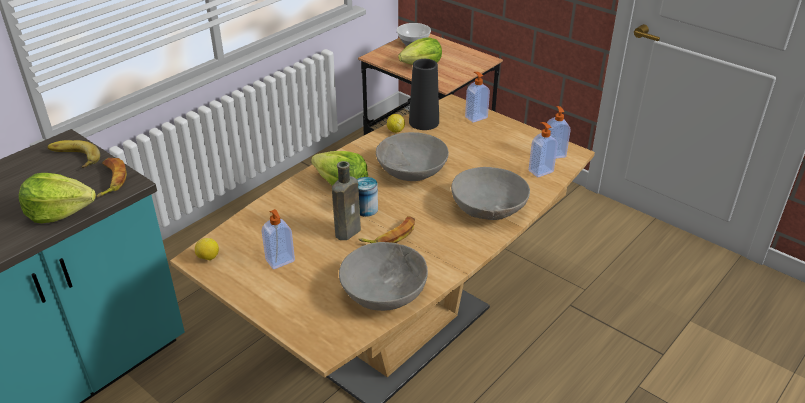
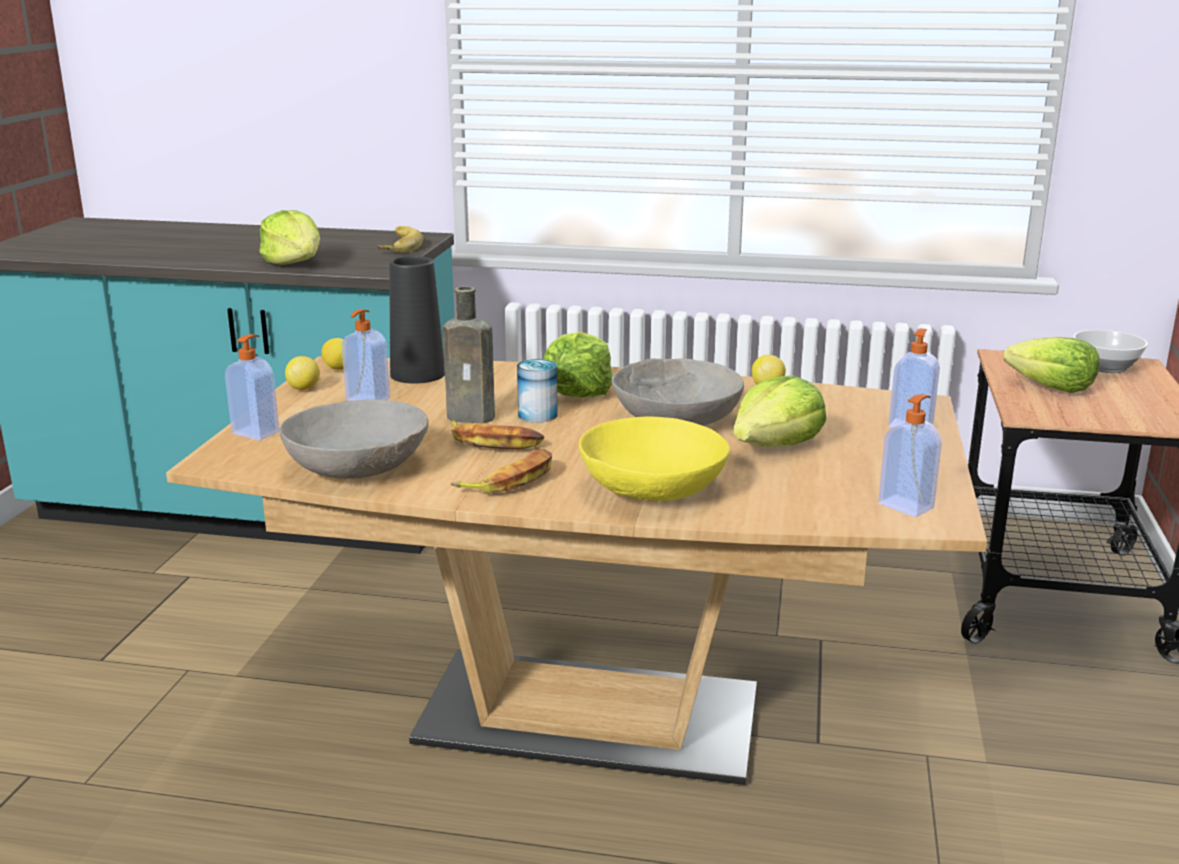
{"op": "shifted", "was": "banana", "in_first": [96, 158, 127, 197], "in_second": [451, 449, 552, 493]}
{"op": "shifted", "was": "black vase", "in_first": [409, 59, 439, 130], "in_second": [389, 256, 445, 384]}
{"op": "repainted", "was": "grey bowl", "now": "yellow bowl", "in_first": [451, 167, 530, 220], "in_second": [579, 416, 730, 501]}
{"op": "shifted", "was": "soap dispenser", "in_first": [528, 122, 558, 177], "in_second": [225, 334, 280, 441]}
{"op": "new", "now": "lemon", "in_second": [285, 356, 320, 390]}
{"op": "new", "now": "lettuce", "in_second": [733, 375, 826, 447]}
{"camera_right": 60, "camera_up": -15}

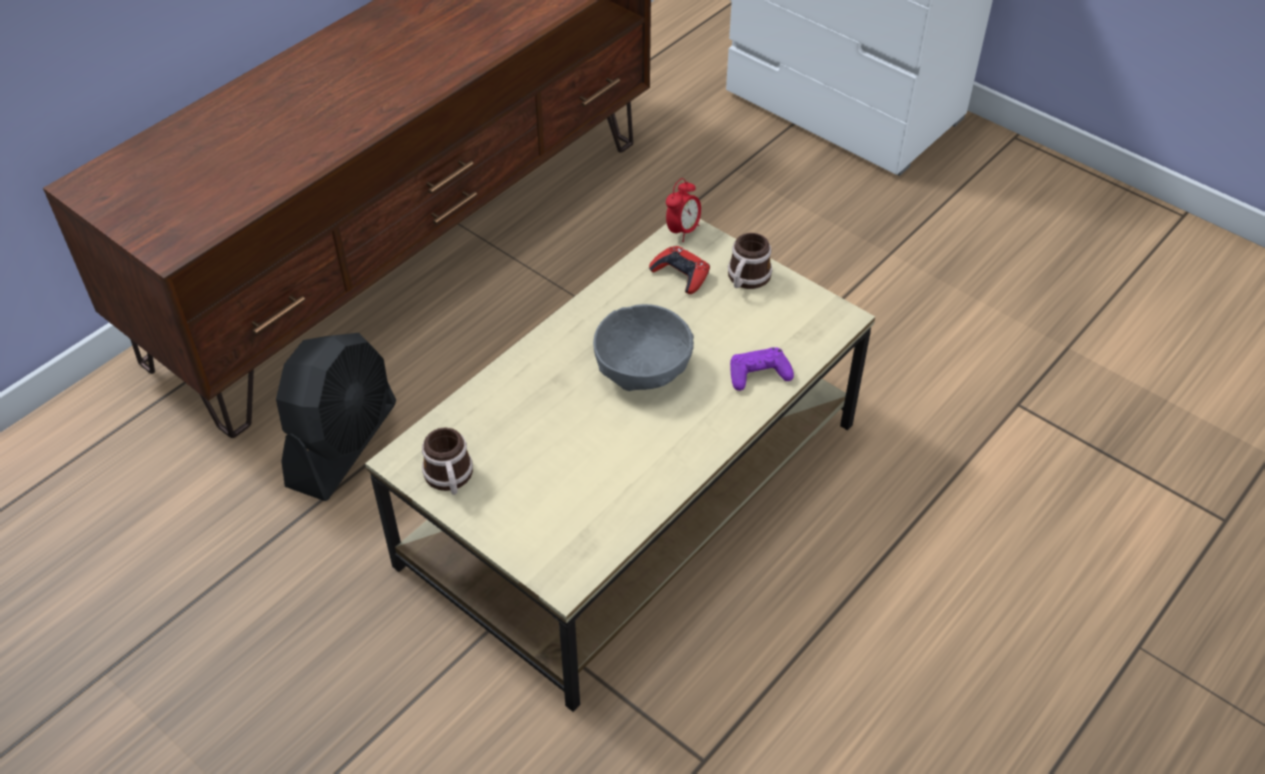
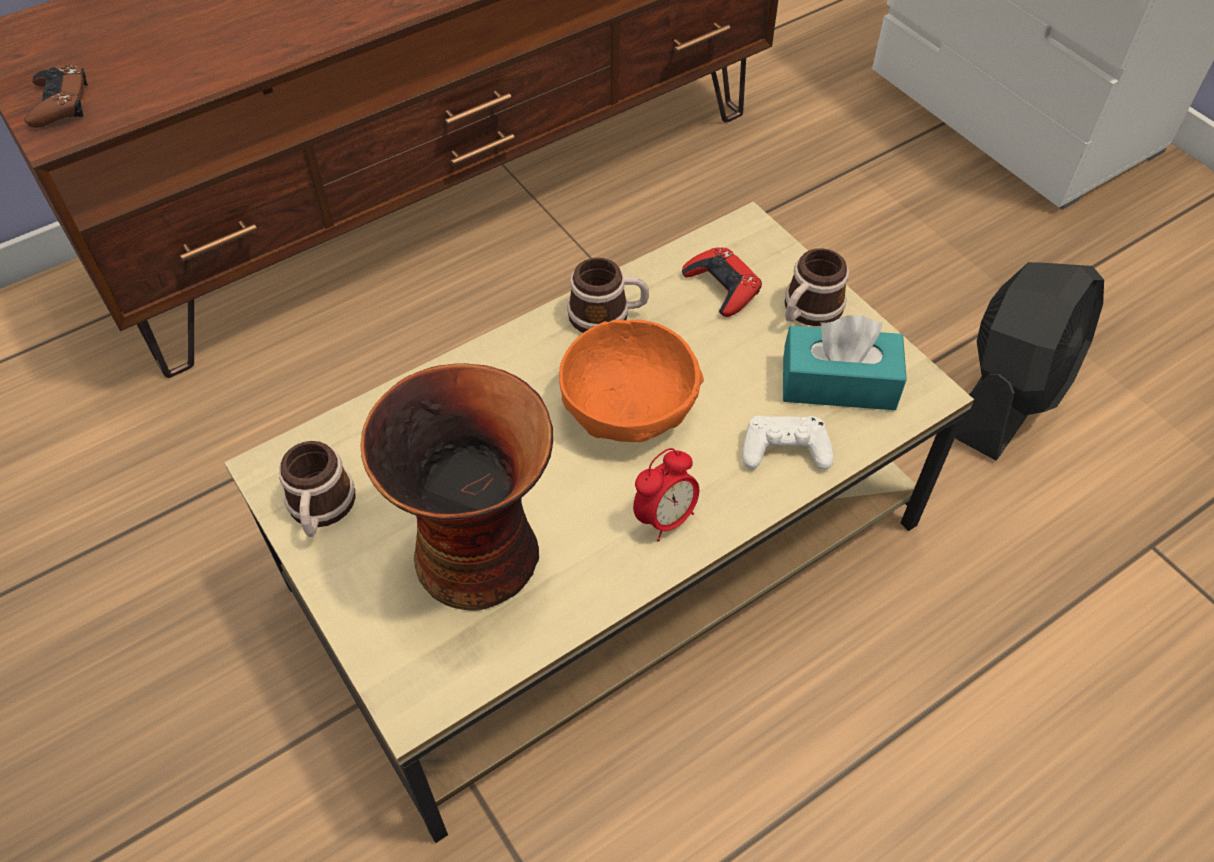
{"op": "shifted", "was": "black fan", "in_first": [276, 333, 396, 501], "in_second": [955, 262, 1104, 461]}
{"op": "repainted", "was": "grey bowl", "now": "orange bowl", "in_first": [593, 304, 694, 391], "in_second": [559, 319, 704, 442]}
{"op": "shifted", "was": "alarm clock", "in_first": [666, 178, 701, 242], "in_second": [633, 448, 699, 542]}
{"op": "repainted", "was": "purple game controller", "now": "white game controller", "in_first": [730, 347, 794, 391], "in_second": [742, 416, 833, 470]}
{"op": "new", "now": "brown game controller", "in_second": [24, 63, 88, 128]}
{"op": "new", "now": "vase", "in_second": [360, 363, 553, 610]}
{"op": "new", "now": "mug", "in_second": [567, 257, 649, 333]}
{"op": "new", "now": "turquoise tissue box", "in_second": [783, 315, 907, 410]}
{"camera_right": 15, "camera_up": 5}

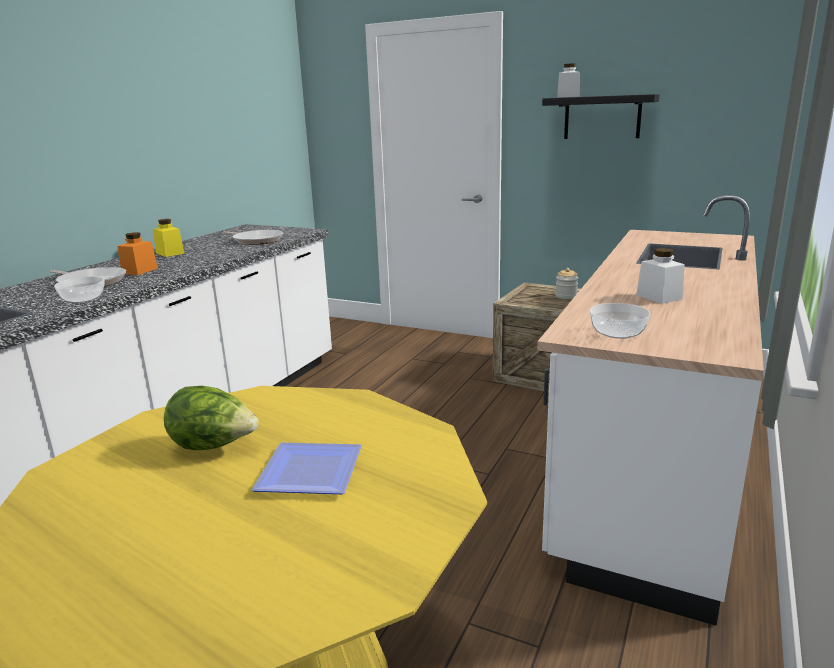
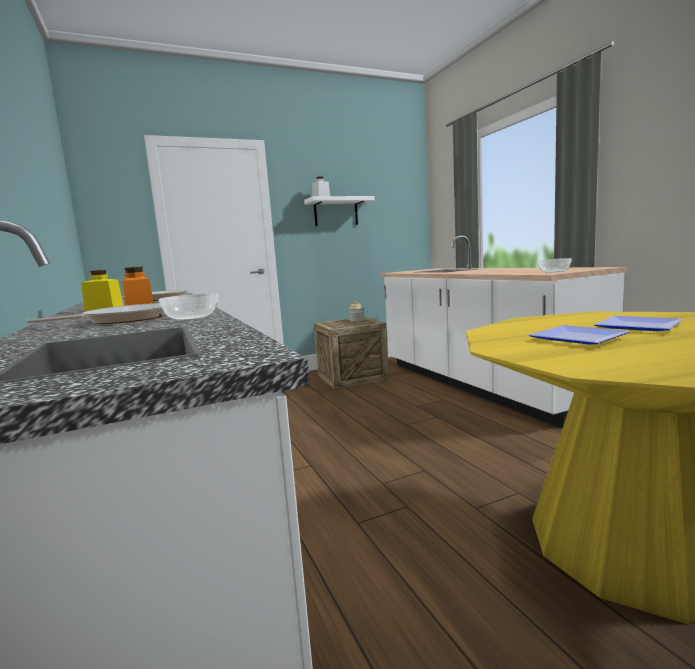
{"op": "swapped", "was": "lettuce", "now": "plate", "in_first": [164, 386, 259, 450], "in_second": [529, 325, 630, 345]}
{"op": "repainted", "was": "black shelf", "now": "white shelf", "in_first": [542, 94, 659, 139], "in_second": [304, 196, 375, 226]}
{"op": "gone", "was": "white jar", "in_first": [637, 248, 685, 304]}
{"camera_right": -50, "camera_up": -10}

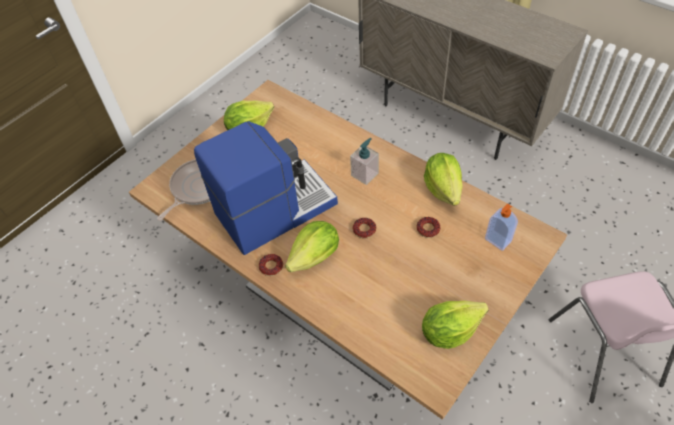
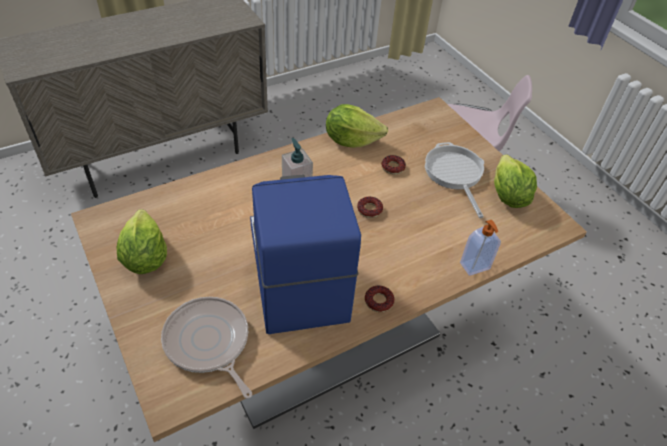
{"op": "gone", "was": "lettuce", "in_first": [285, 221, 339, 272]}
{"op": "shifted", "was": "soap dispenser", "in_first": [485, 203, 518, 251], "in_second": [460, 220, 501, 276]}
{"op": "new", "now": "frying pan", "in_second": [425, 142, 484, 218]}
{"camera_right": -75, "camera_up": -5}

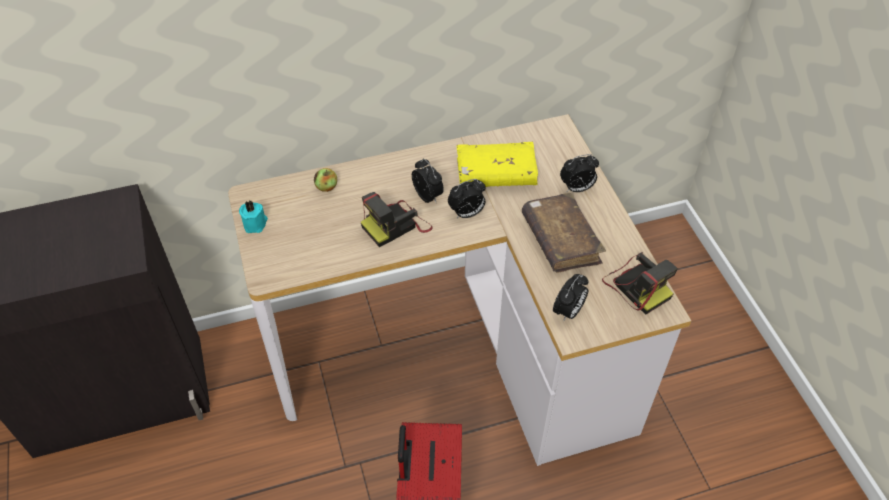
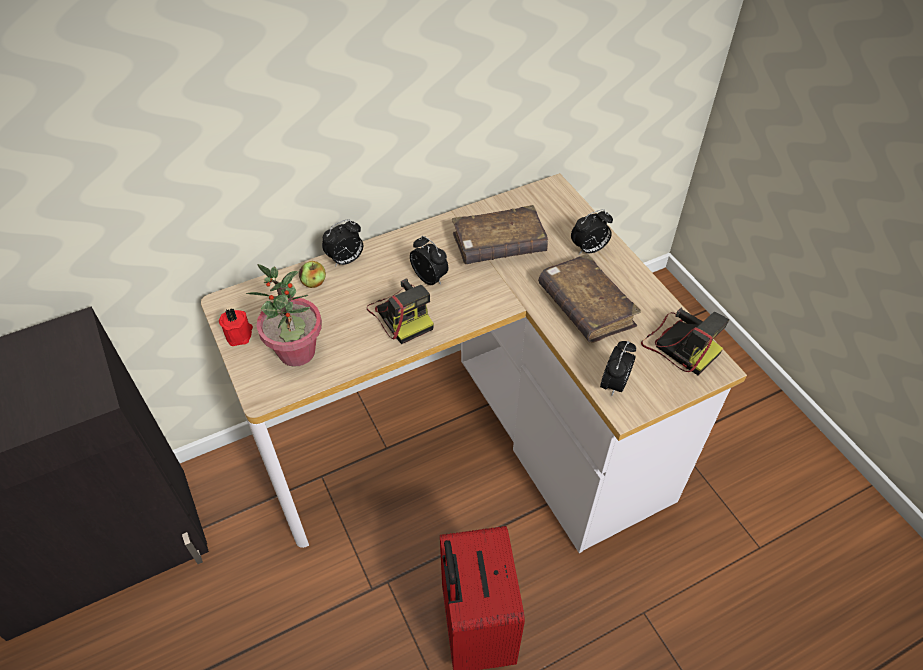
{"op": "repainted", "was": "turquoise candle", "now": "red candle", "in_first": [239, 200, 268, 233], "in_second": [219, 309, 253, 346]}
{"op": "rotated", "was": "photo camera", "in_first": [361, 192, 433, 247], "in_second": [367, 278, 434, 344], "clockwise": -75}
{"op": "shifted", "was": "alarm clock", "in_first": [448, 179, 486, 219], "in_second": [322, 219, 363, 267]}
{"op": "repainted", "was": "yellow book", "now": "brown book", "in_first": [457, 142, 538, 187], "in_second": [452, 205, 548, 264]}
{"op": "new", "now": "potted plant", "in_second": [246, 264, 322, 367]}
{"camera_right": -10, "camera_up": 0}

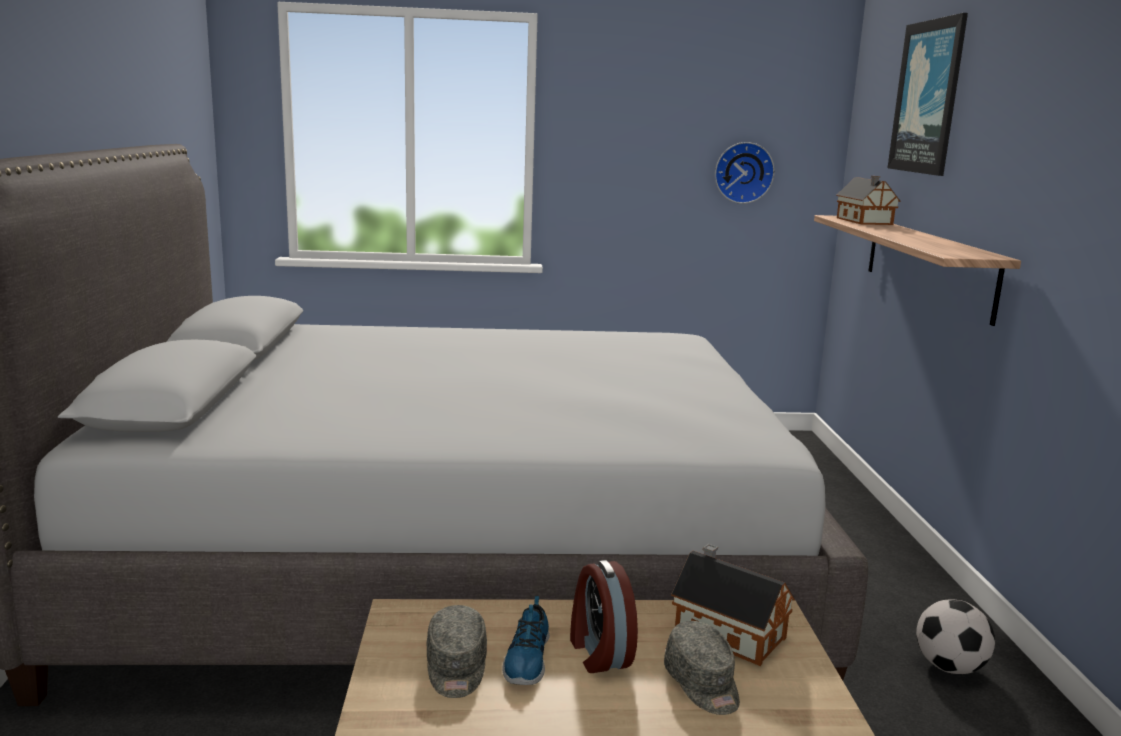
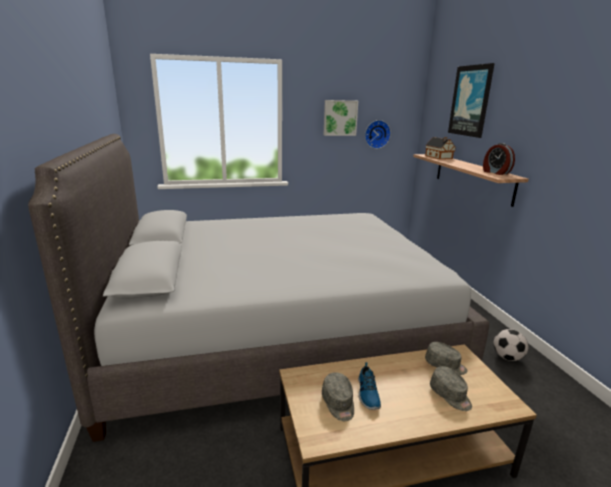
{"op": "shifted", "was": "alarm clock", "in_first": [570, 560, 638, 673], "in_second": [483, 143, 515, 175]}
{"op": "swapped", "was": "toy house", "now": "grey cap", "in_first": [671, 544, 795, 666], "in_second": [425, 342, 468, 375]}
{"op": "new", "now": "picture", "in_second": [324, 100, 358, 136]}
{"camera_right": -10, "camera_up": 5}

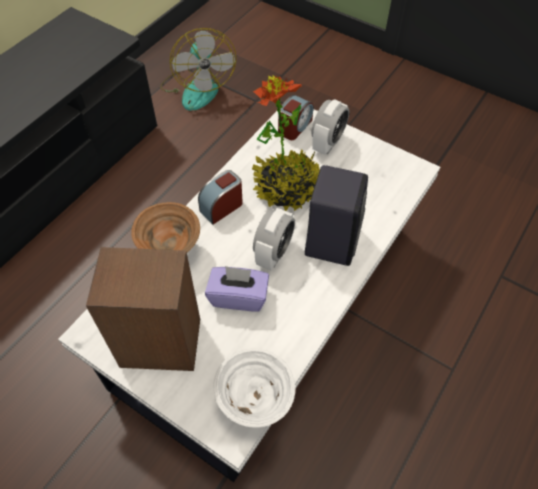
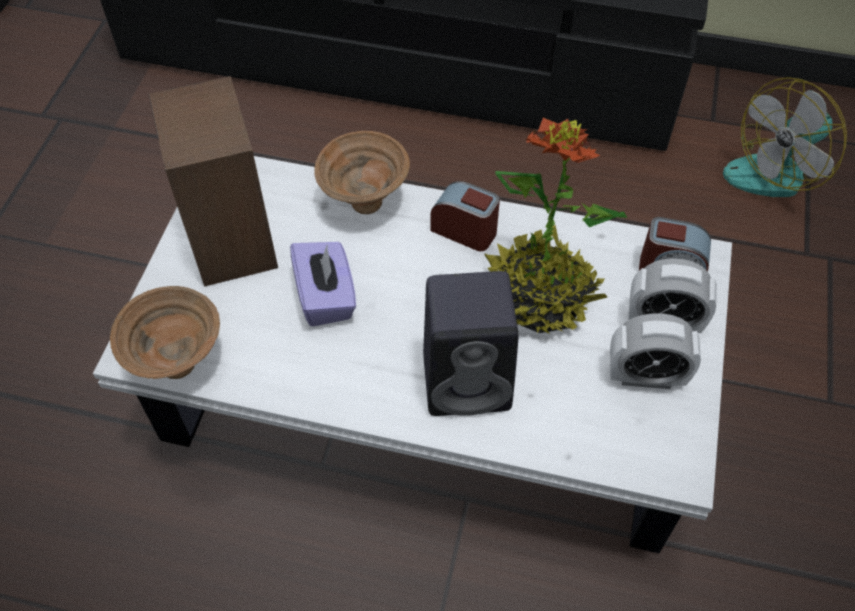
{"op": "repainted", "was": "white bowl", "now": "brown bowl", "in_first": [213, 348, 295, 428], "in_second": [110, 286, 220, 379]}
{"op": "shifted", "was": "alarm clock", "in_first": [253, 208, 295, 271], "in_second": [610, 313, 701, 389]}
{"camera_right": 70, "camera_up": 0}

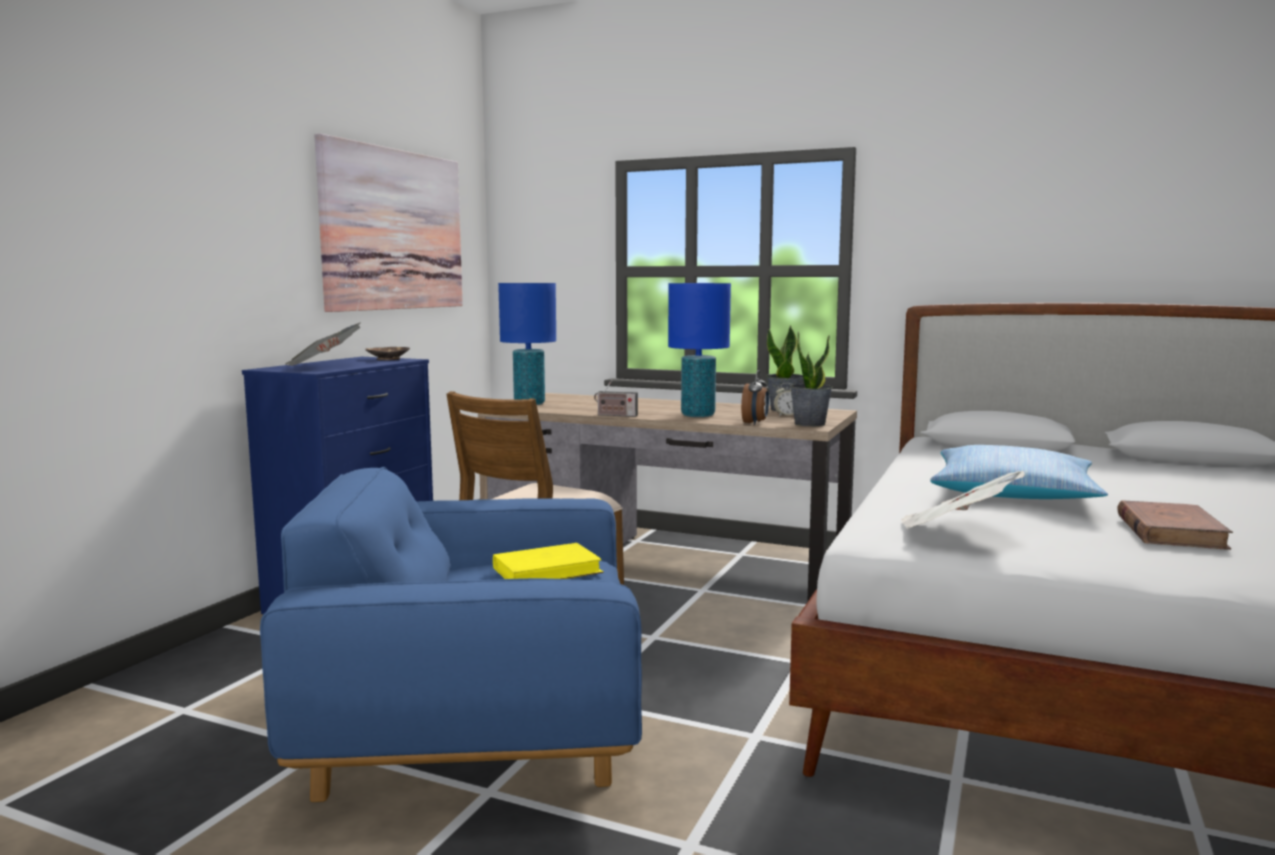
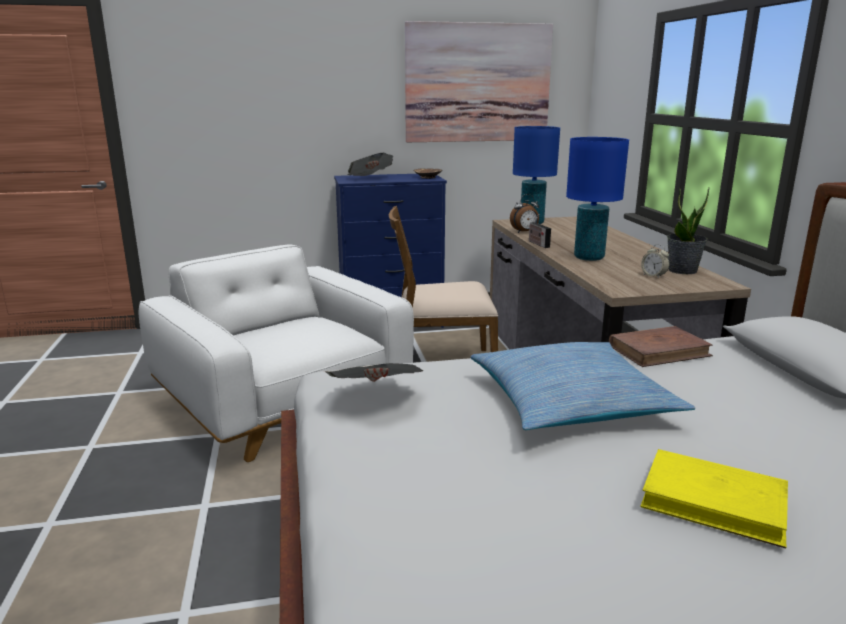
{"op": "repainted", "was": "blue armchair", "now": "white armchair", "in_first": [260, 467, 642, 802], "in_second": [139, 245, 414, 462]}
{"op": "shifted", "was": "yellow book", "in_first": [493, 543, 604, 579], "in_second": [640, 449, 788, 549]}
{"op": "shifted", "was": "alarm clock", "in_first": [741, 370, 769, 425], "in_second": [510, 194, 539, 233]}
{"op": "gone", "was": "potted plant", "in_first": [790, 332, 833, 426]}
{"op": "shifted", "was": "brown book", "in_first": [1117, 500, 1233, 550], "in_second": [609, 326, 713, 367]}
{"camera_right": 55, "camera_up": 10}

